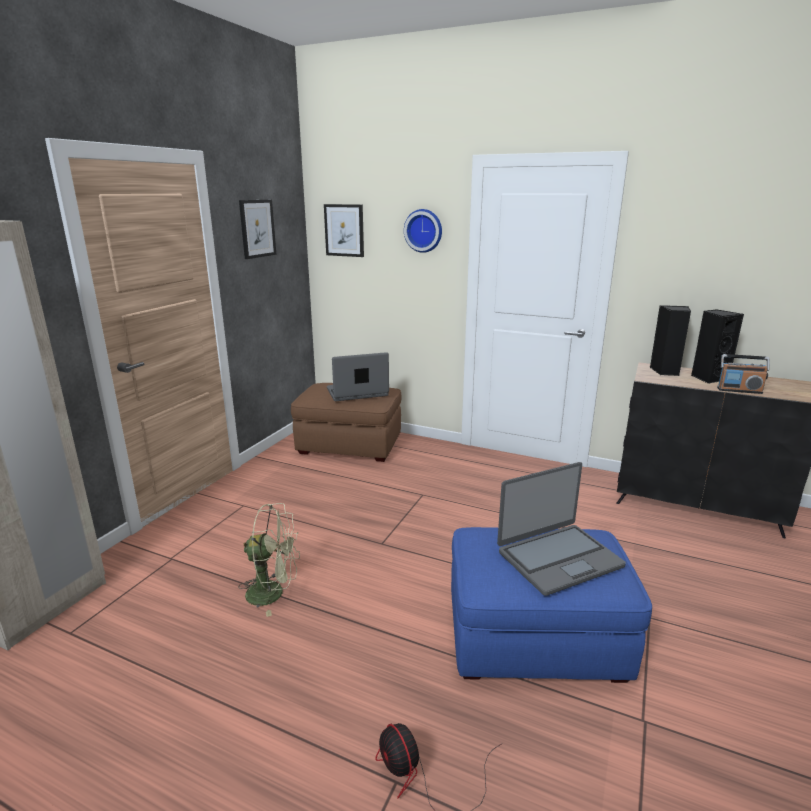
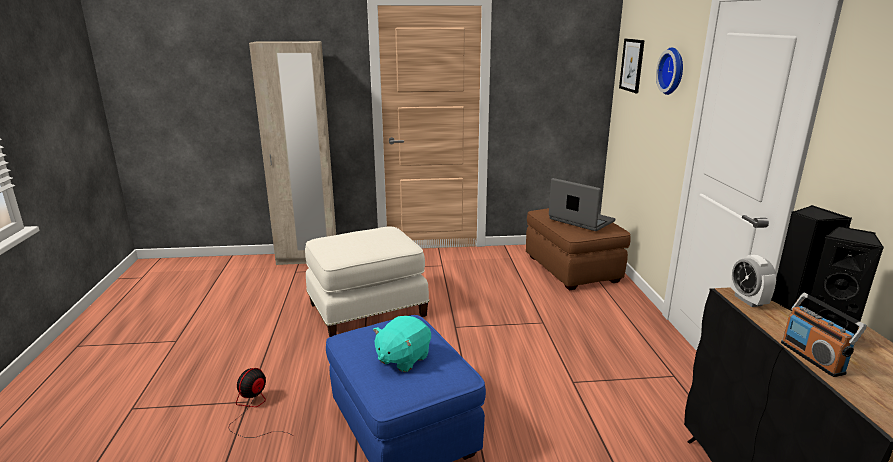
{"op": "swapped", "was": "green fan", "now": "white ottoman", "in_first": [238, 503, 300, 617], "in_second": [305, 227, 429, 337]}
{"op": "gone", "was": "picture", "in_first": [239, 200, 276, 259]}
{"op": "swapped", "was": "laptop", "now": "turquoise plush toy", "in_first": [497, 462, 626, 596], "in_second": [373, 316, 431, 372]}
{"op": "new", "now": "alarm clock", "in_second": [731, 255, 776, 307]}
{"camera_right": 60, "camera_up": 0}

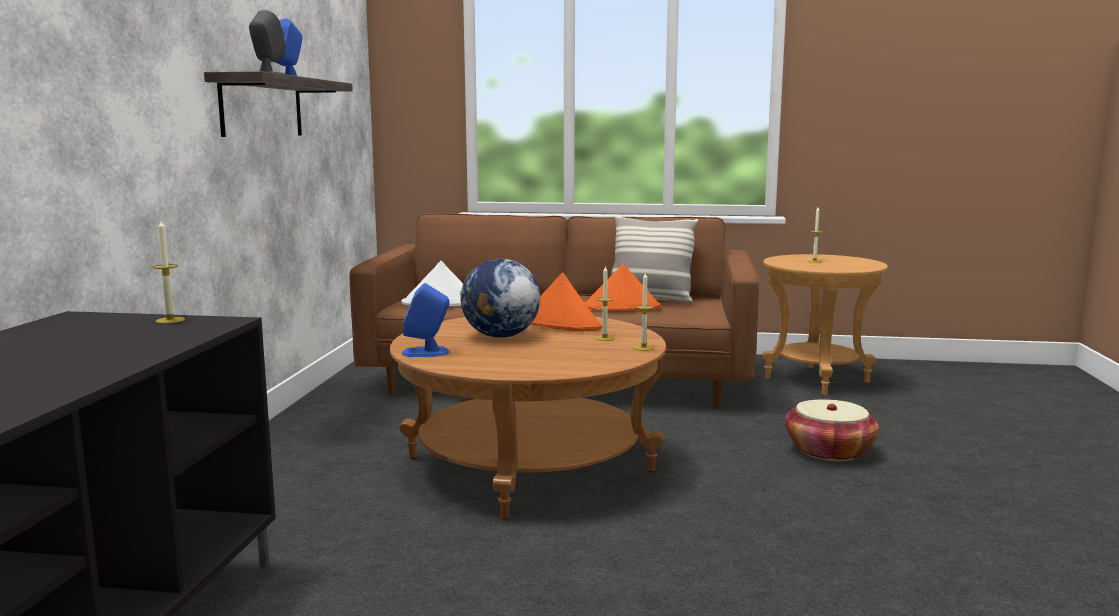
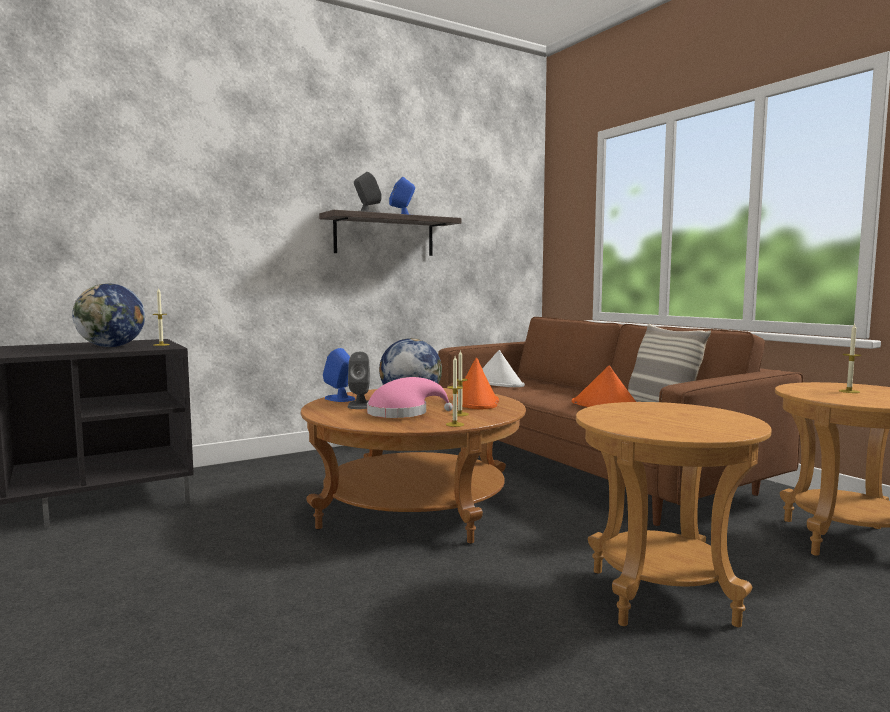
{"op": "swapped", "was": "basket", "now": "brown side table", "in_first": [785, 399, 879, 461], "in_second": [576, 402, 772, 627]}
{"op": "new", "now": "globe", "in_second": [72, 284, 145, 347]}
{"op": "new", "now": "grey speaker", "in_second": [348, 352, 370, 409]}
{"op": "new", "now": "pink hat", "in_second": [367, 377, 453, 418]}
{"camera_right": 50, "camera_up": -5}

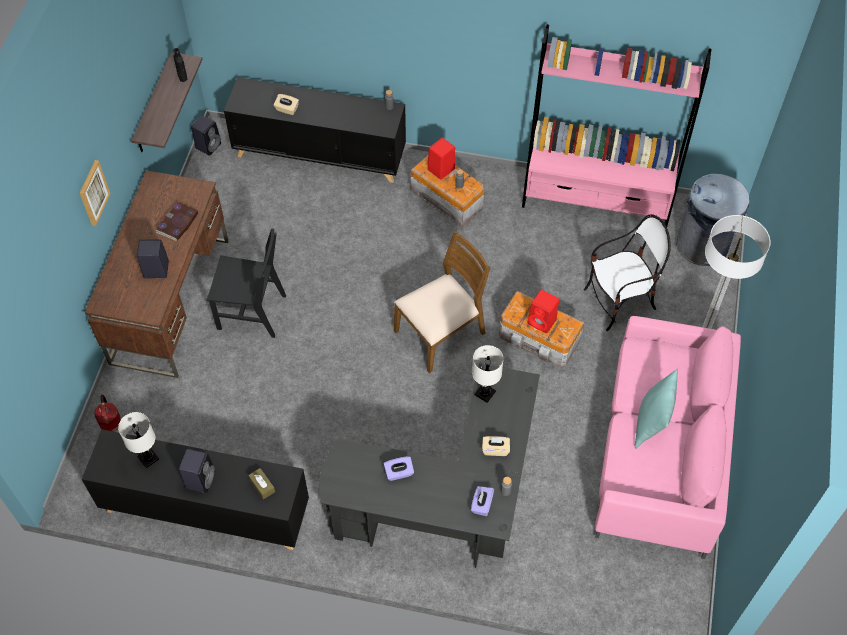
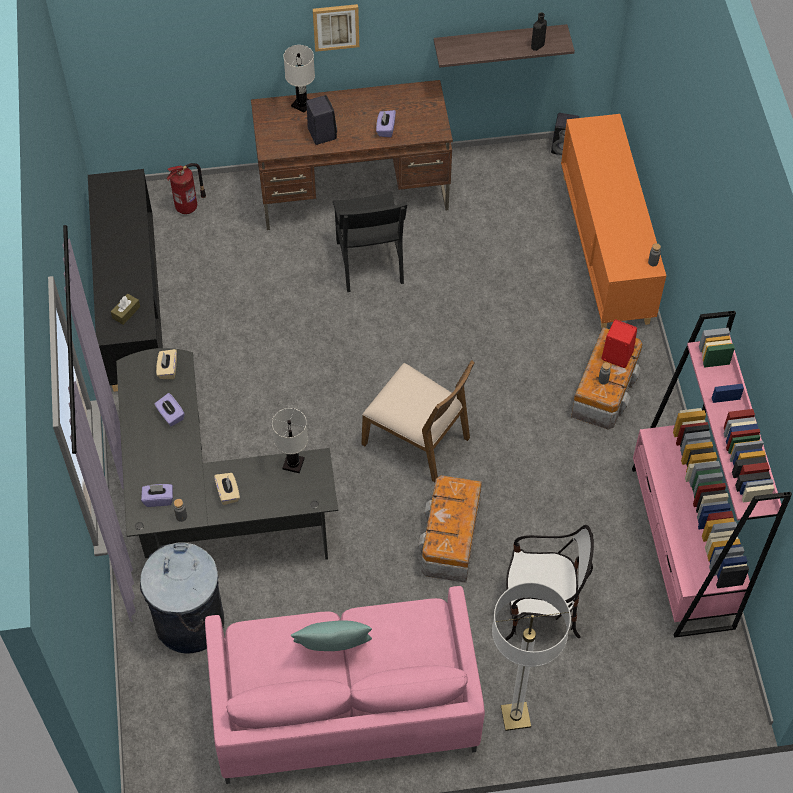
{"op": "shifted", "was": "white table lamp", "in_first": [118, 412, 159, 468], "in_second": [284, 45, 315, 113]}
{"op": "swapped", "was": "book", "now": "purple tissue box", "in_first": [156, 202, 198, 241], "in_second": [376, 110, 396, 137]}
{"op": "gone", "was": "black speaker", "in_first": [179, 449, 215, 493]}
{"op": "repainted", "was": "black cabinet", "now": "orange cabinet", "in_first": [224, 77, 406, 183], "in_second": [561, 114, 666, 328]}
{"op": "shifted", "was": "beige tissue box", "in_first": [274, 94, 299, 115], "in_second": [156, 349, 177, 379]}
{"op": "gone", "was": "red speaker", "in_first": [528, 290, 559, 333]}
{"op": "rotated", "was": "chair", "in_first": [584, 214, 671, 331], "in_second": [505, 525, 594, 640], "clockwise": -45}
{"op": "shifted", "was": "grey trash can", "in_first": [676, 174, 750, 266], "in_second": [140, 542, 224, 654]}
{"camera_right": 70, "camera_up": 0}

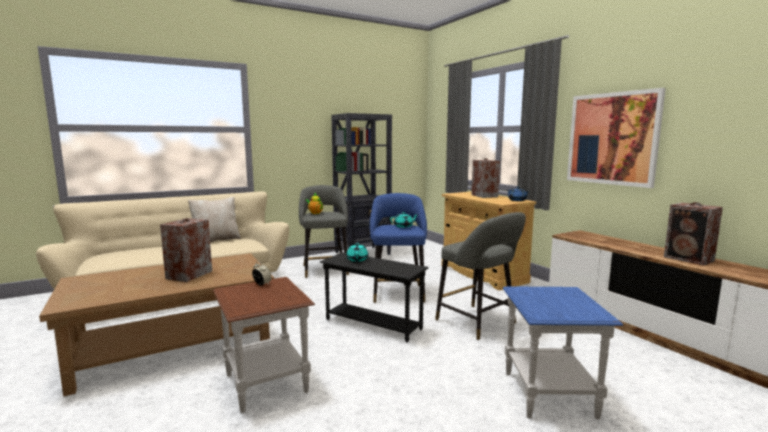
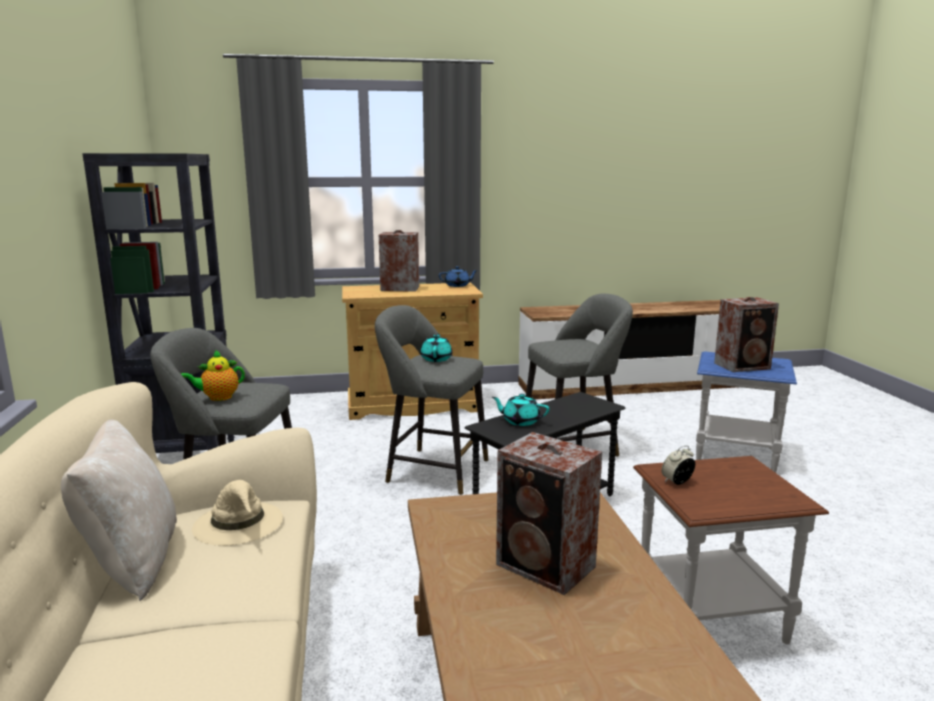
{"op": "repainted", "was": "blue stool", "now": "grey stool", "in_first": [370, 193, 427, 303], "in_second": [375, 305, 488, 495]}
{"op": "gone", "was": "picture", "in_first": [567, 88, 666, 188]}
{"op": "shifted", "was": "speaker", "in_first": [664, 202, 723, 266], "in_second": [714, 297, 779, 372]}
{"op": "new", "now": "beige hat", "in_second": [192, 480, 283, 546]}
{"camera_right": -70, "camera_up": 5}

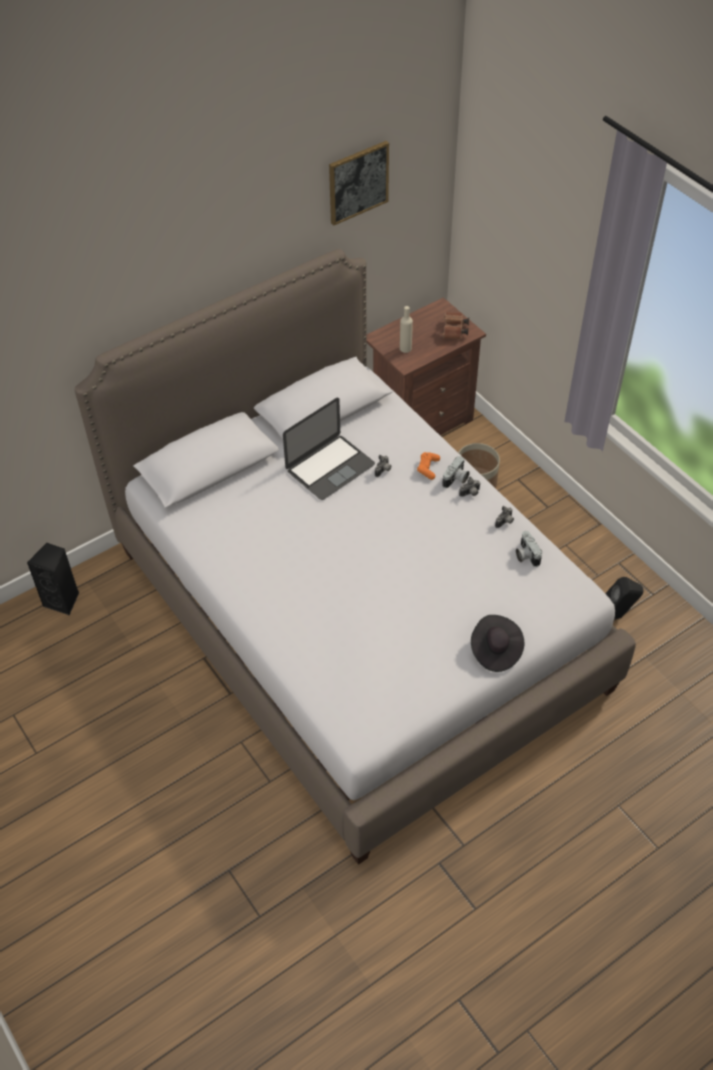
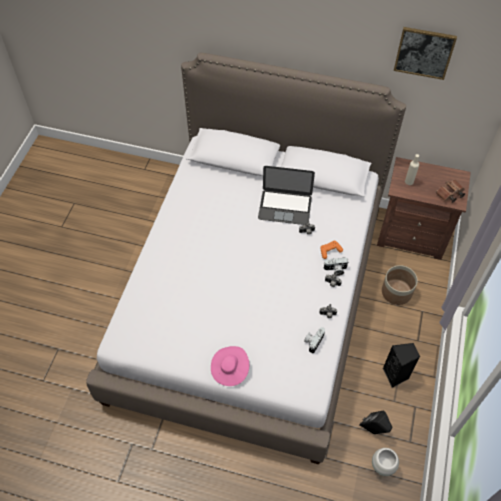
{"op": "shifted", "was": "black speaker", "in_first": [27, 543, 79, 615], "in_second": [383, 343, 420, 388]}
{"op": "repainted", "was": "black hat", "now": "pink hat", "in_first": [471, 615, 524, 672], "in_second": [211, 346, 249, 386]}
{"op": "new", "now": "white planter", "in_second": [372, 448, 399, 479]}
{"camera_right": 50, "camera_up": 5}

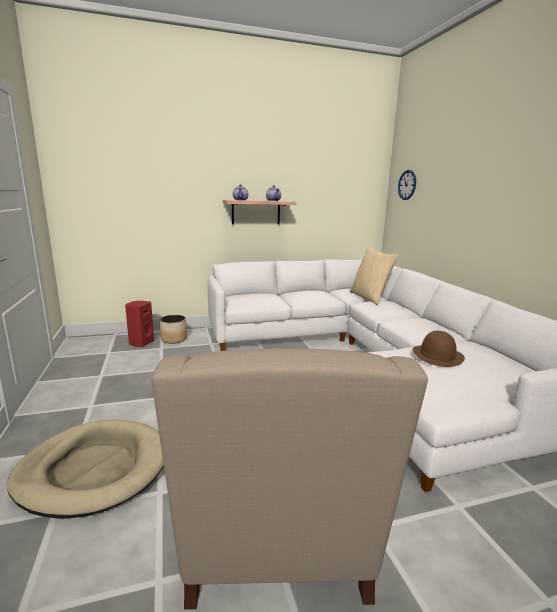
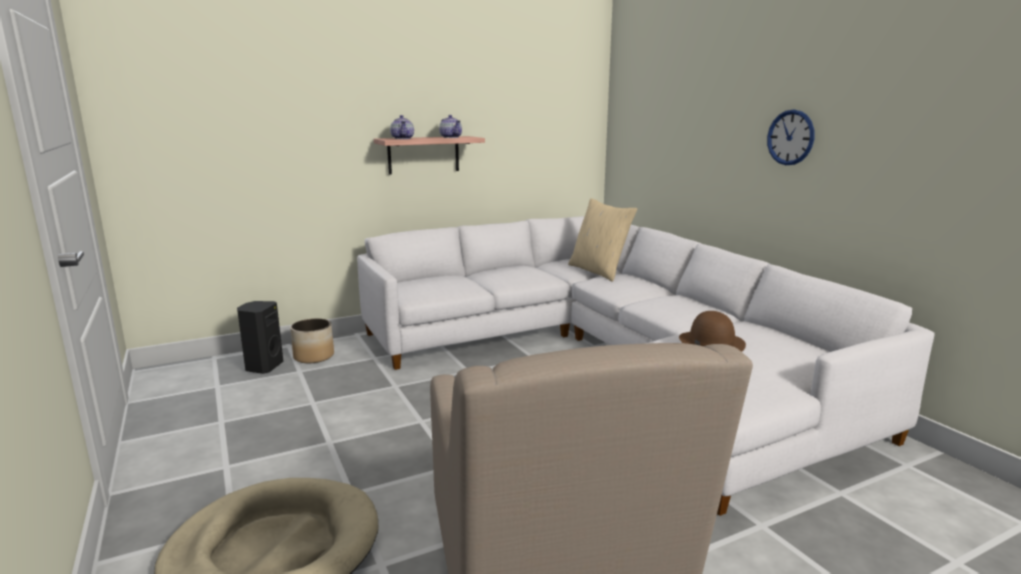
{"op": "repainted", "was": "red speaker", "now": "black speaker", "in_first": [125, 301, 154, 347], "in_second": [237, 301, 283, 374]}
{"op": "shifted", "was": "wall clock", "in_first": [398, 170, 416, 200], "in_second": [767, 110, 814, 165]}
{"camera_right": -10, "camera_up": 0}

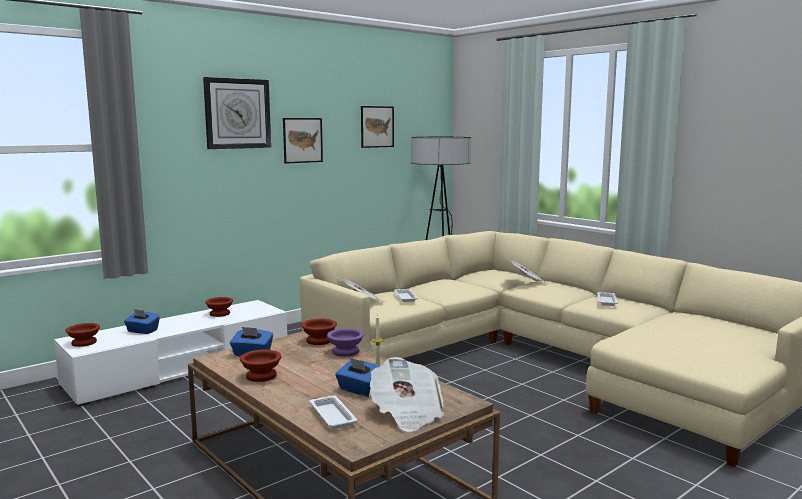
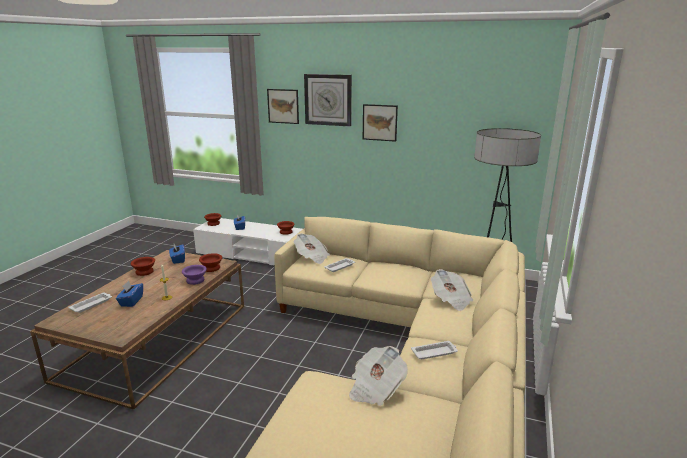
{"op": "shifted", "was": "picture", "in_first": [361, 106, 394, 148], "in_second": [267, 89, 299, 124]}
{"op": "shifted", "was": "newspaper", "in_first": [369, 357, 444, 432], "in_second": [349, 346, 408, 406]}
{"camera_right": 60, "camera_up": 10}

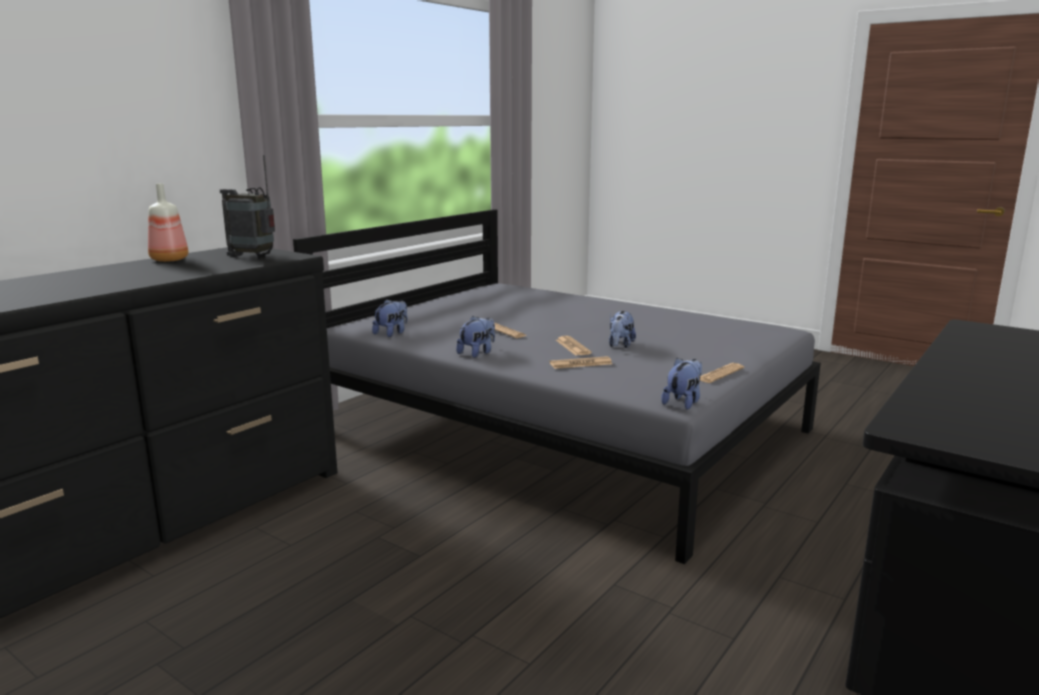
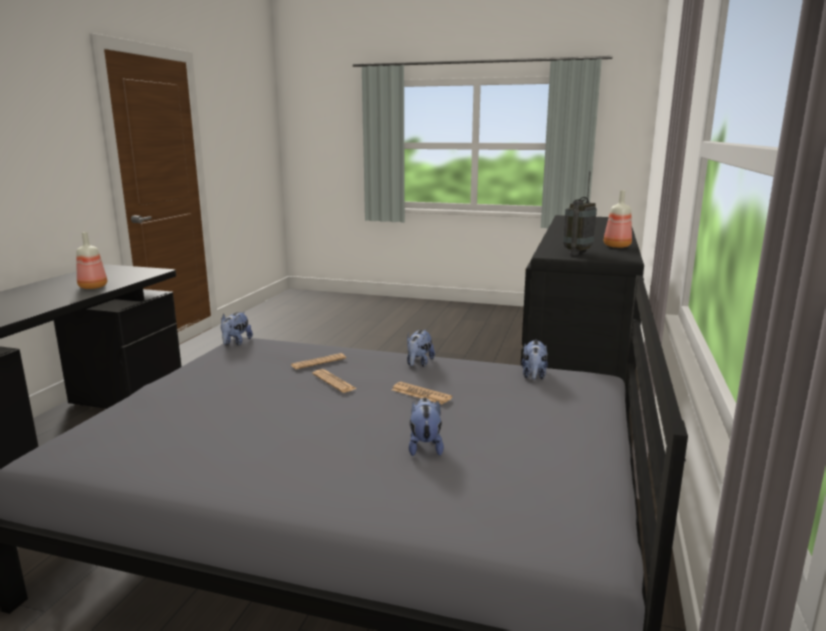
{"op": "rotated", "was": "radio", "in_first": [220, 155, 275, 257], "in_second": [563, 171, 597, 256], "clockwise": 135}
{"op": "shifted", "was": "plush toy", "in_first": [609, 311, 636, 348], "in_second": [409, 397, 444, 456]}
{"op": "gone", "was": "newspaper", "in_first": [700, 363, 744, 383]}
{"op": "new", "now": "bottle", "in_second": [76, 232, 107, 289]}
{"camera_right": 160, "camera_up": 0}

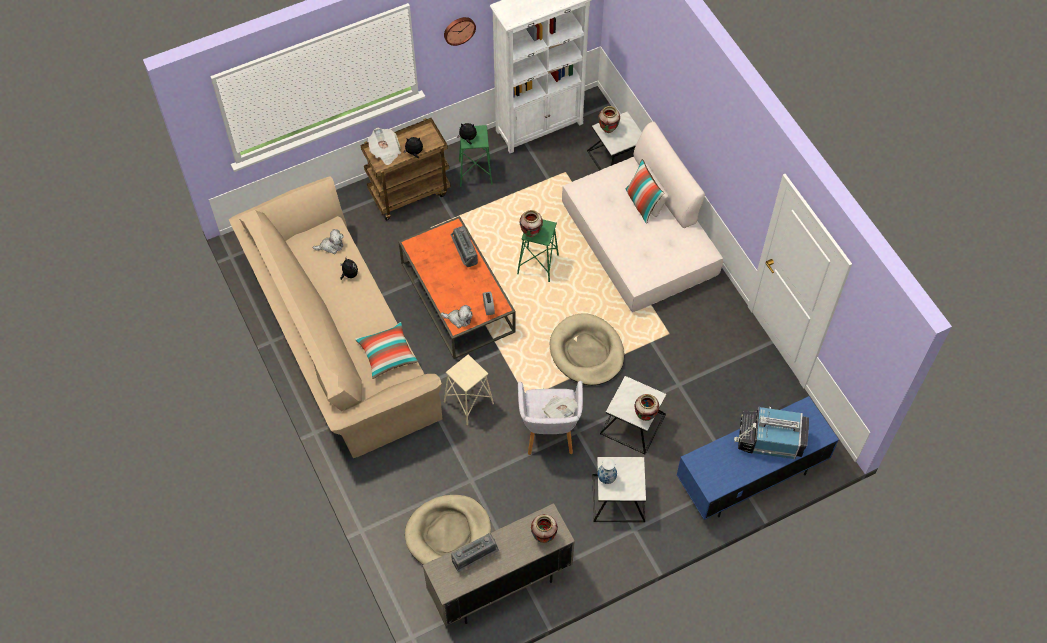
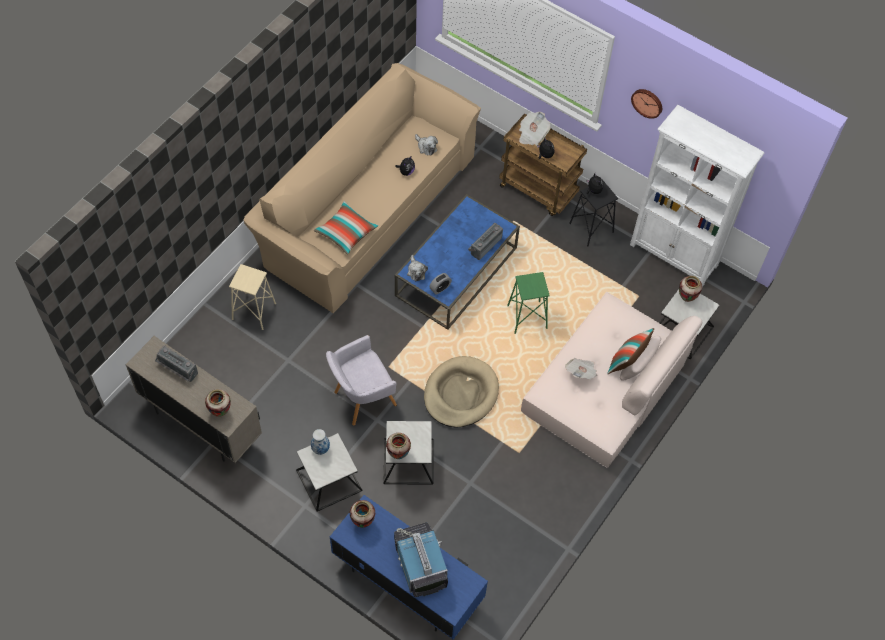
{"op": "repainted", "was": "orange coffee table", "now": "blue coffee table", "in_first": [398, 216, 516, 359], "in_second": [395, 194, 520, 330]}
{"op": "gone", "was": "beige dog bed", "in_first": [405, 495, 491, 565]}
{"op": "shifted", "was": "beige stool", "in_first": [444, 354, 494, 425], "in_second": [229, 264, 276, 330]}
{"op": "repainted", "was": "green stool", "now": "black stool", "in_first": [459, 125, 493, 187], "in_second": [569, 180, 618, 246]}
{"op": "shifted", "was": "vase", "in_first": [520, 210, 543, 237], "in_second": [350, 500, 375, 528]}
{"op": "shifted", "was": "newspaper", "in_first": [542, 395, 578, 418], "in_second": [565, 358, 597, 379]}
{"camera_right": 60, "camera_up": 0}

